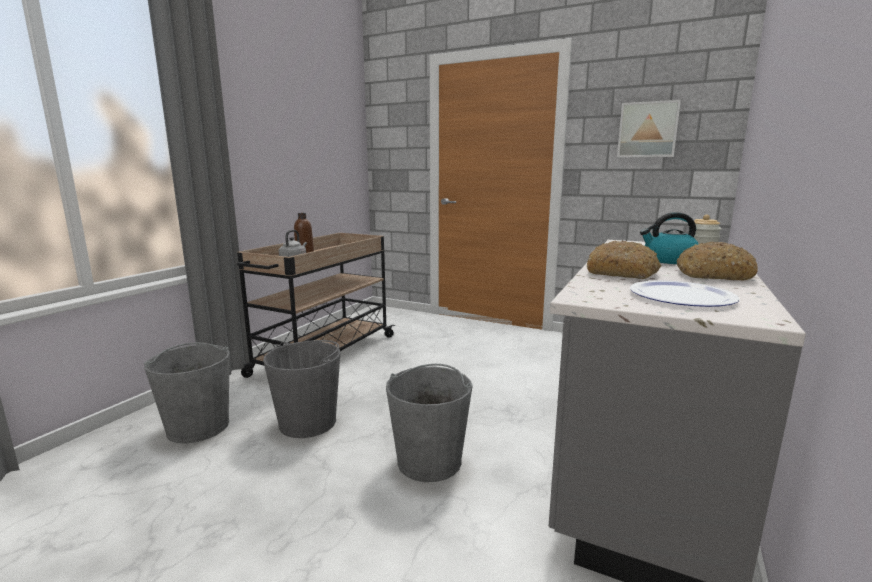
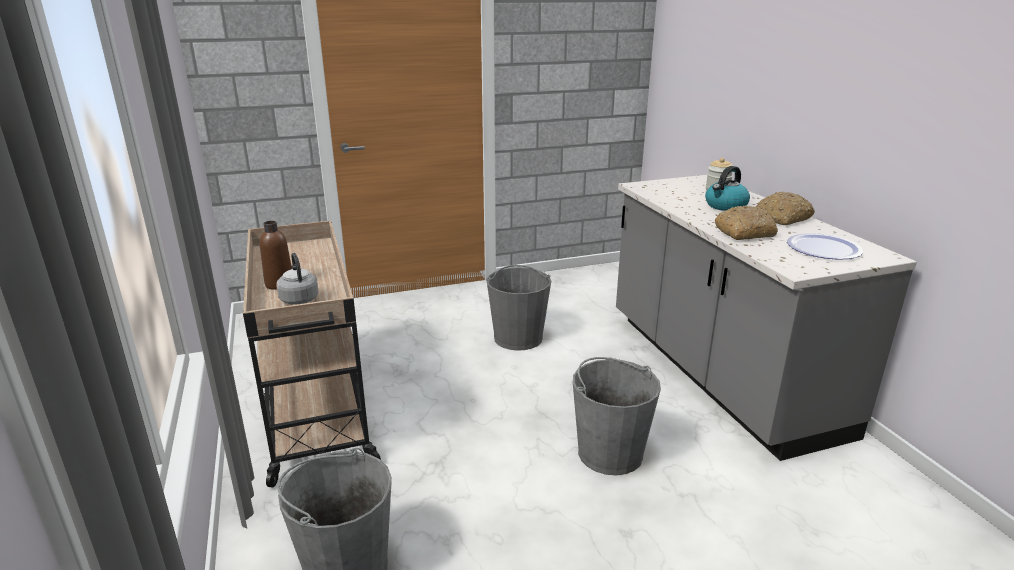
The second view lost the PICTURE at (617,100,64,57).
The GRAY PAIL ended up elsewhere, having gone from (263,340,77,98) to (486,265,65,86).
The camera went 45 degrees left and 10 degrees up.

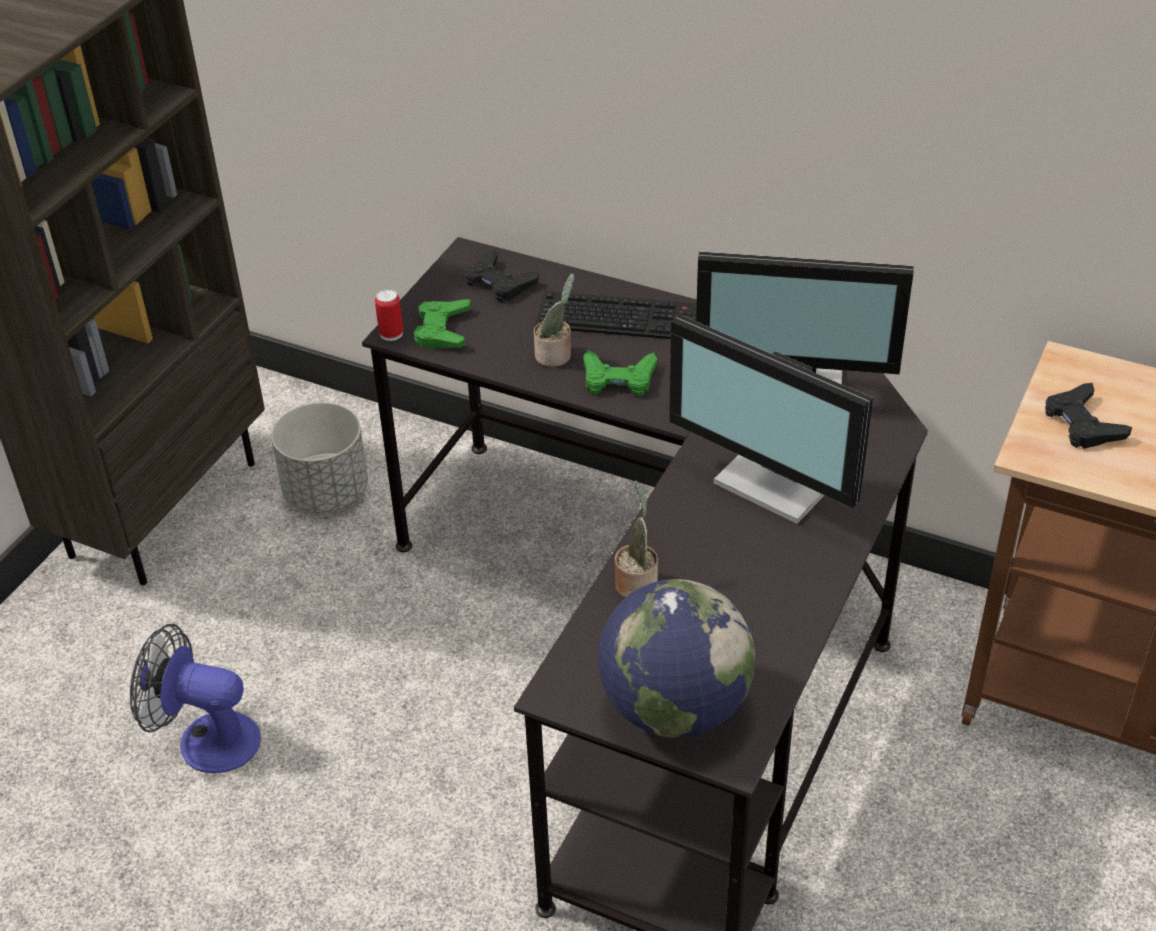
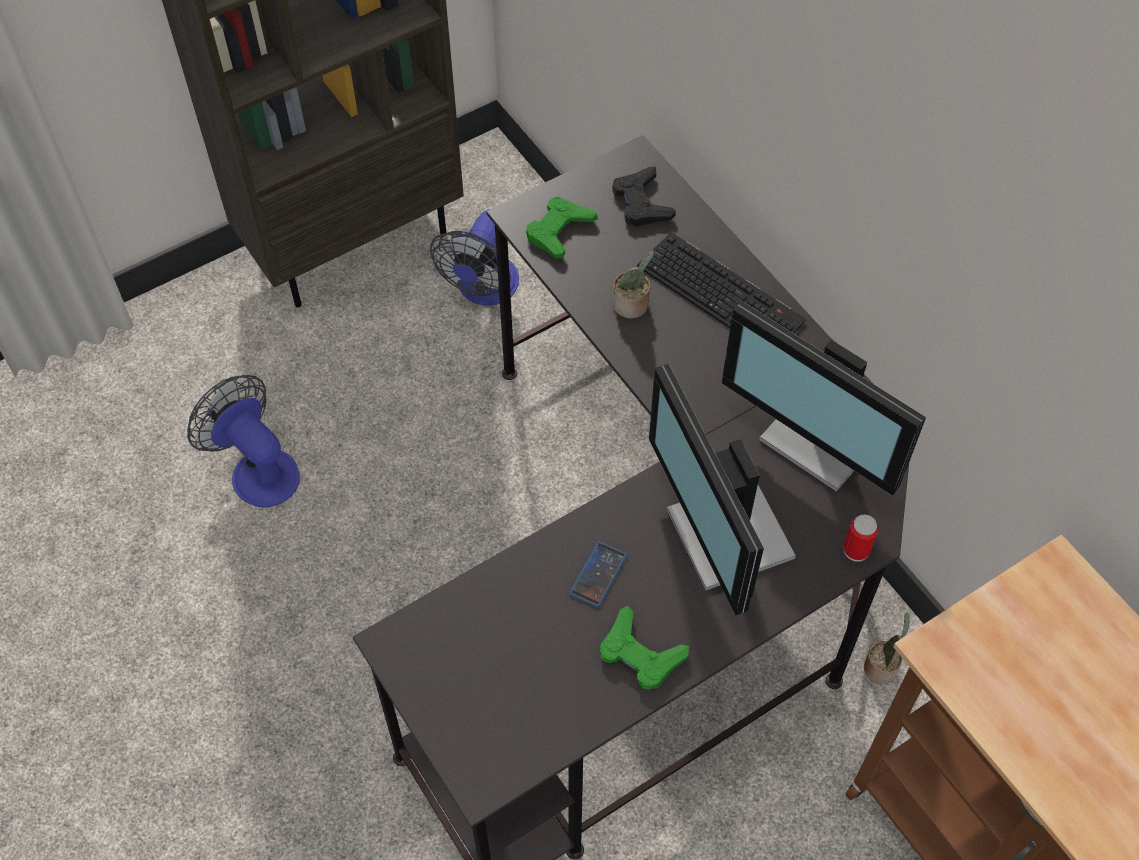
The SEALED CAN ended up elsewhere, having gone from (375,289,28,52) to (844,515,34,47).
The GREEN-COLOURED JOYPAD ended up elsewhere, having gone from (583,350,74,46) to (599,606,90,84).
The second view lost the BLACK-COLOURED JOYPAD at (1045,383,87,66).
Where the GRAY PLANTER stood at (271,402,97,110), the FAN came to stand at (430,209,89,97).
The PLANT IN A POT ended up elsewhere, having gone from (614,480,44,118) to (864,612,47,72).
The second view lost the GLOBE at (598,579,157,159).
The second view gained the TELEPHONE at (569,541,58,67).
The camera went 30 degrees right and 15 degrees up.

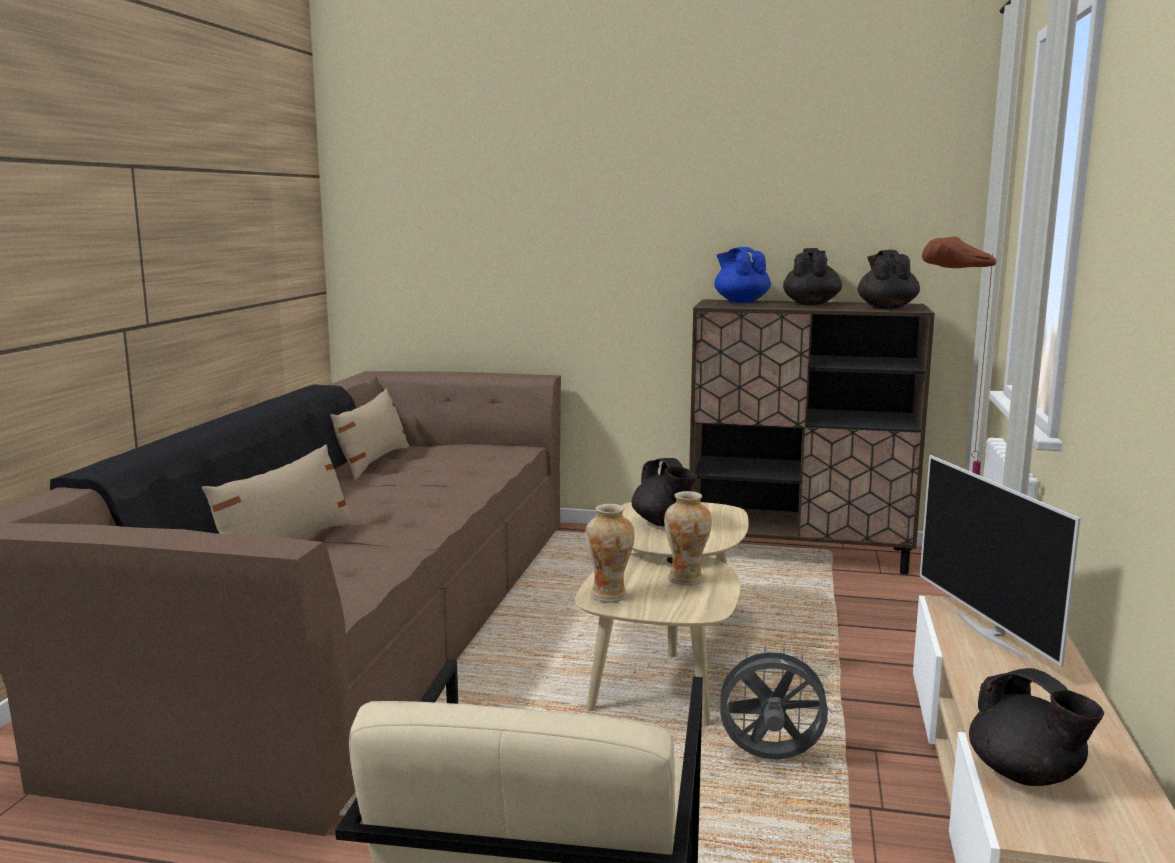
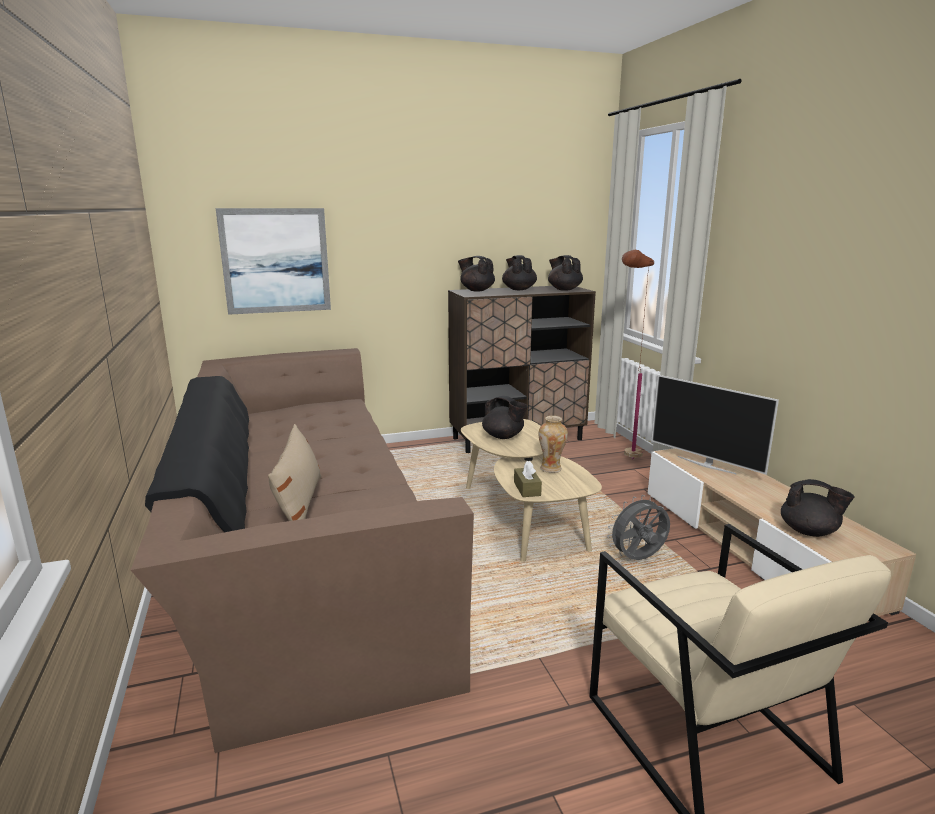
What was the BLUE-COLOURED POT FOR TEA at (714,247,57,56) turned into the BLACK-COLOURED POT FOR TEA at (458,256,37,35).
The second view lost the SAND-COLOURED PILLOW at (330,389,79,91).
Where the DECORATIVE VASE stood at (585,504,50,98), the BROWN-COLOURED TISSUE BOX came to stand at (514,461,28,36).
The second view gained the PICTURE at (216,208,115,107).
The camera went 30 degrees left and 5 degrees up.

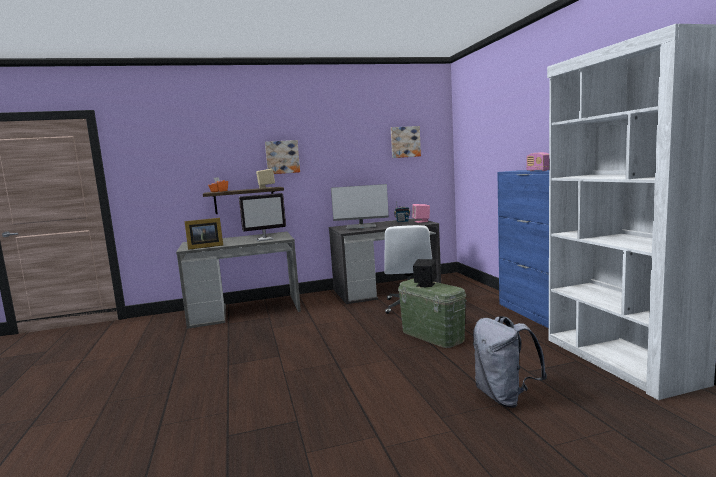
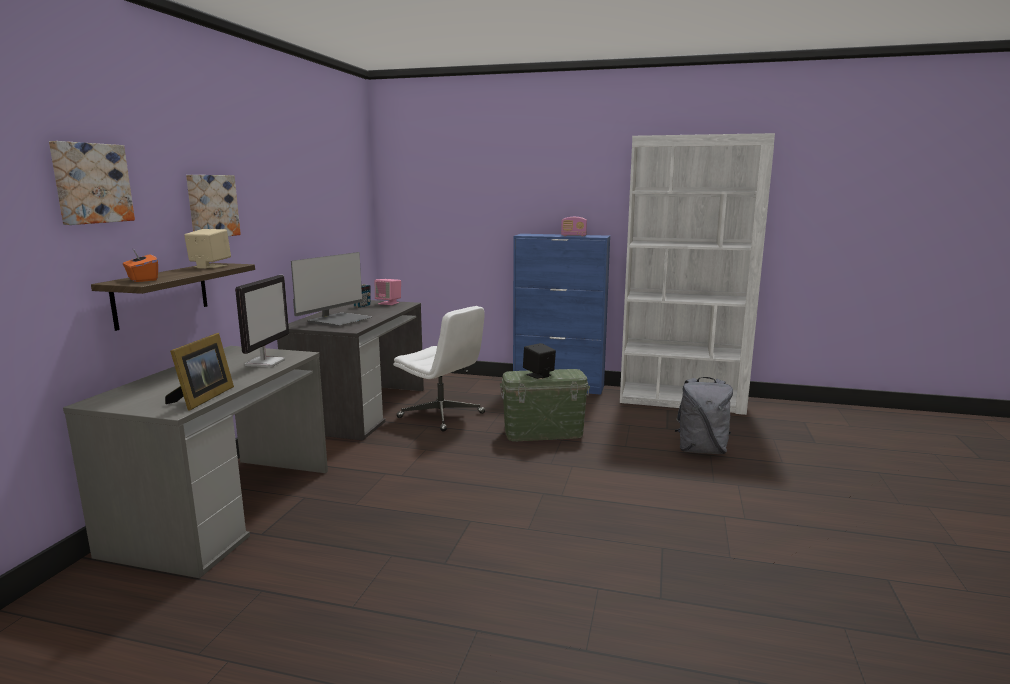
The PICTURE ended up elsewhere, having gone from (391,126,30,32) to (49,141,86,84).
The camera went 60 degrees left and 5 degrees up.

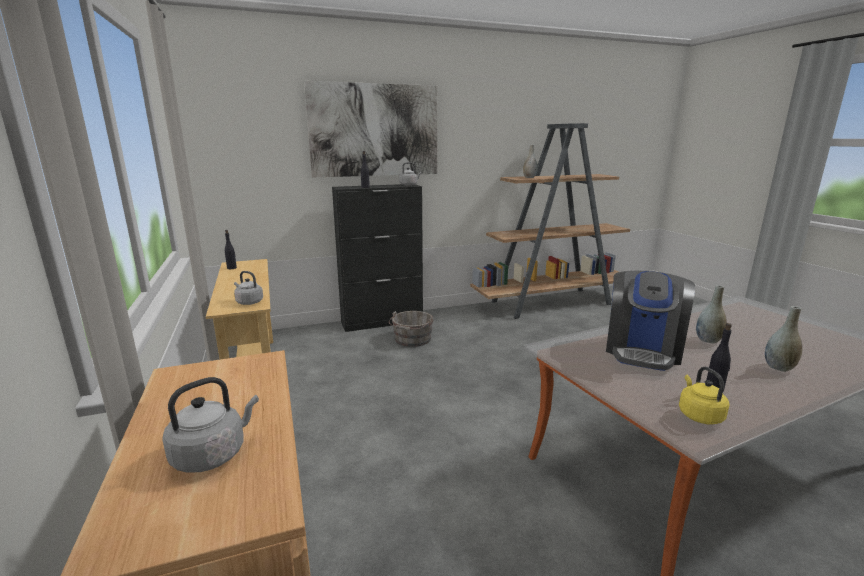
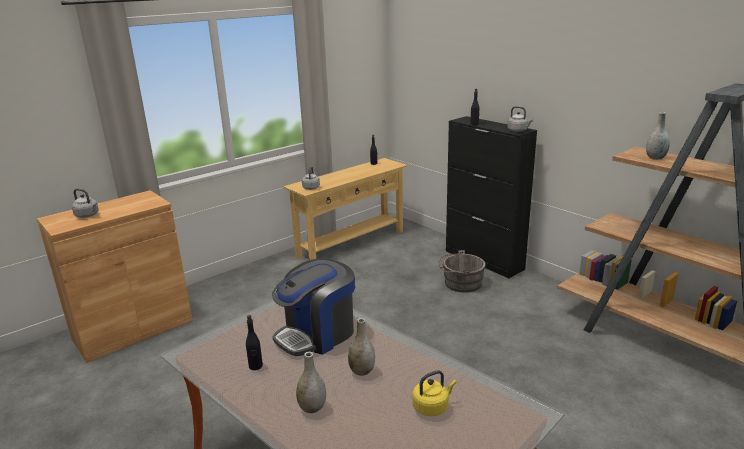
The second view lost the PICTURE at (304,81,133,96).
The COFFEE BREWER at (606,271,89,100) ended up facing another way, 45 degrees counterclockwise from before.
The YELLOWISH KETTLE ended up elsewhere, having gone from (679,367,50,57) to (412,370,44,46).
The camera went 70 degrees right and 5 degrees up.

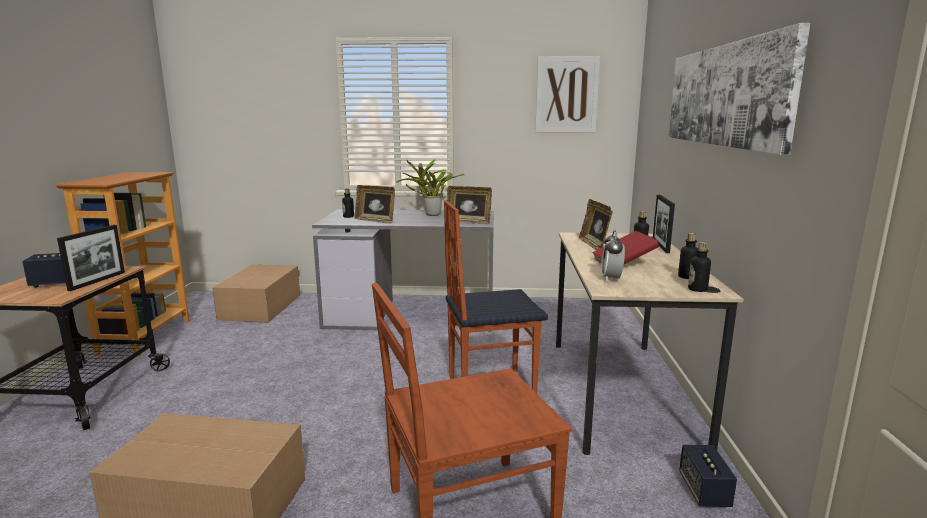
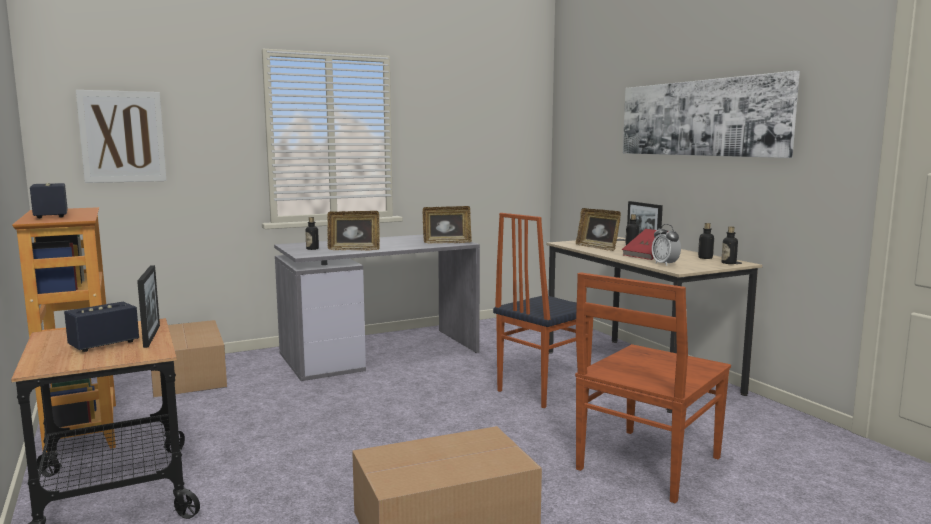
The PICTURE ended up elsewhere, having gone from (535,56,65,77) to (76,90,91,93).
The second view lost the PLANT IN A POT at (396,159,69,57).
The LOUDSPEAKER ended up elsewhere, having gone from (679,445,58,62) to (30,183,38,35).
The camera went 30 degrees left and 5 degrees down.

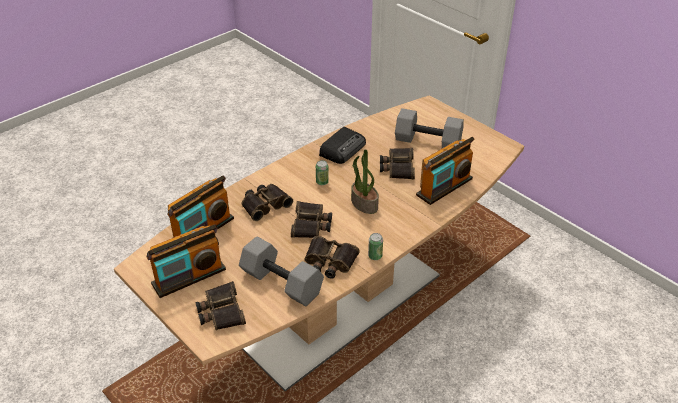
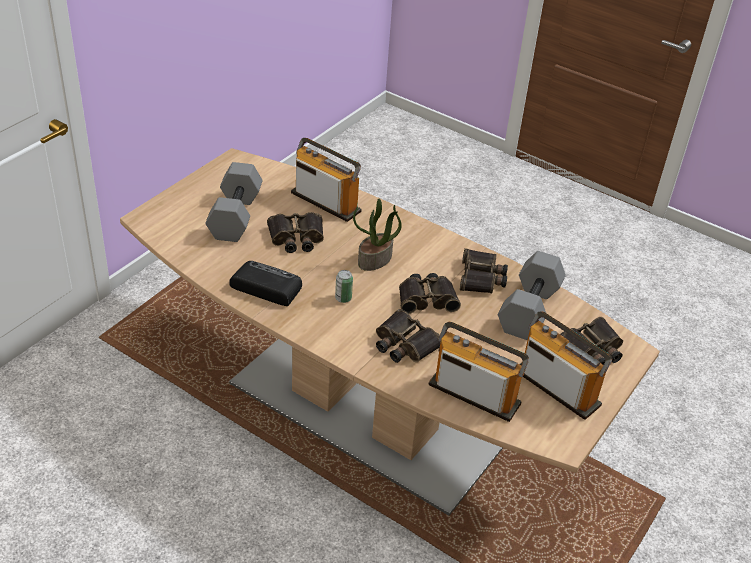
The second view lost the SEALED CAN at (368,233,15,27).
The camera went 105 degrees left and 0 degrees up.

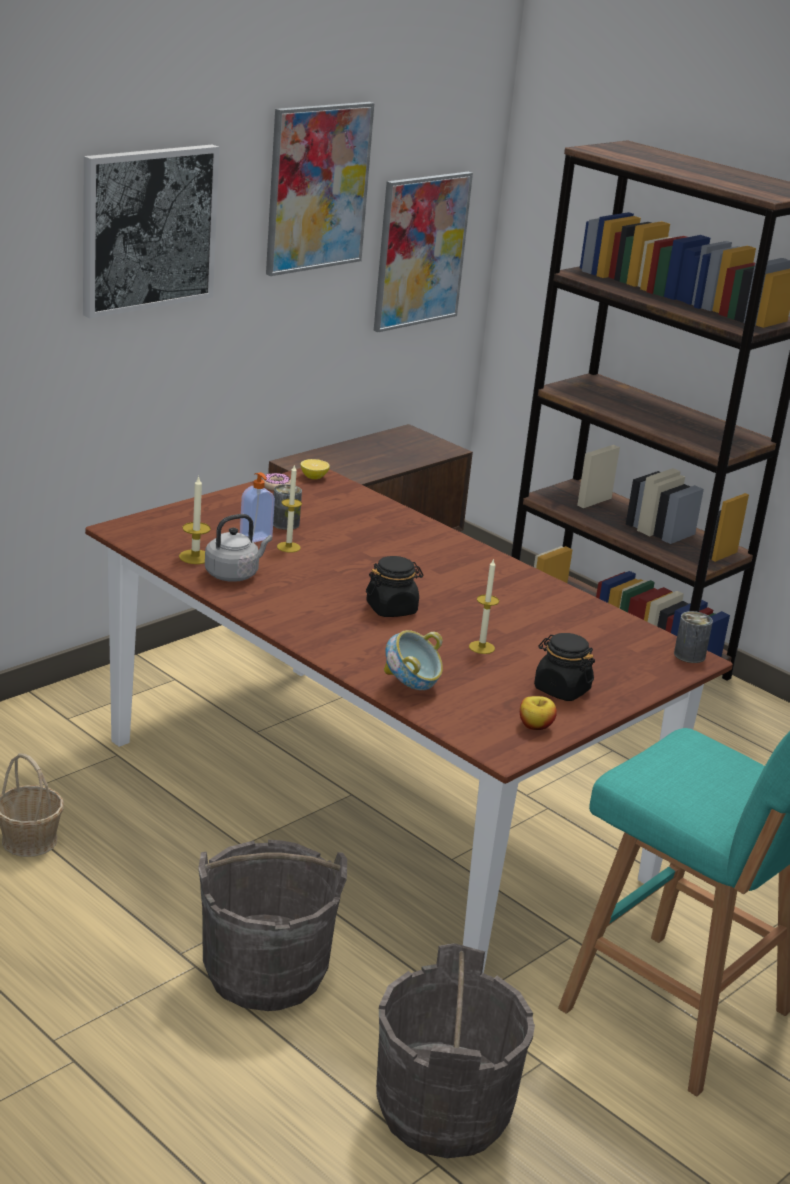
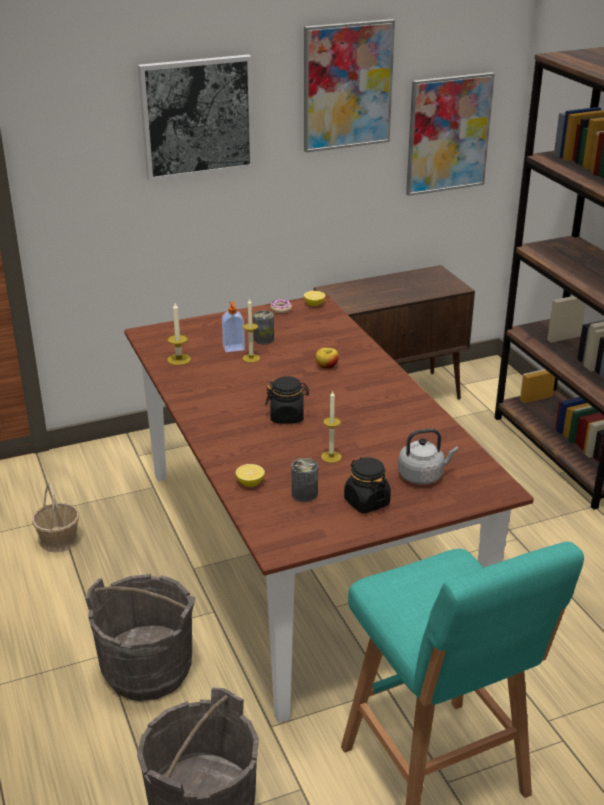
The GRAY KETTLE ended up elsewhere, having gone from (205,514,67,68) to (398,428,60,56).
The SEALED CAN ended up elsewhere, having gone from (674,611,39,52) to (292,458,26,44).
Where the BOWL stood at (384,630,59,60), the CITRUS FRUIT came to stand at (236,464,29,23).
The APPLE ended up elsewhere, having gone from (520,696,37,34) to (315,348,24,21).
The camera went 25 degrees right and 5 degrees up.

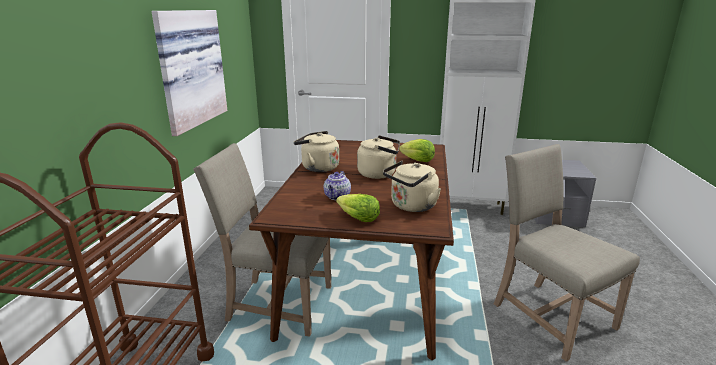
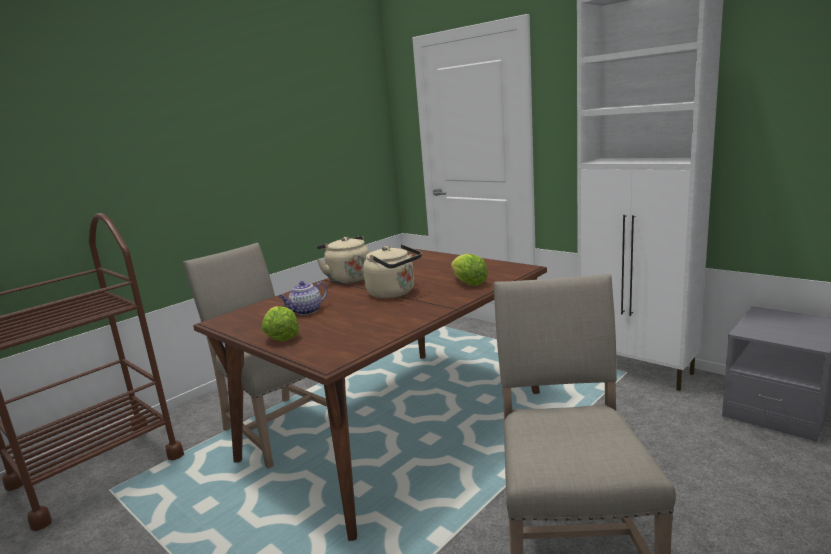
The second view lost the PICTURE at (152,10,76,126).
The second view lost the SAND-COLOURED KETTLE at (383,161,58,51).
The camera went 35 degrees right and 5 degrees down.

